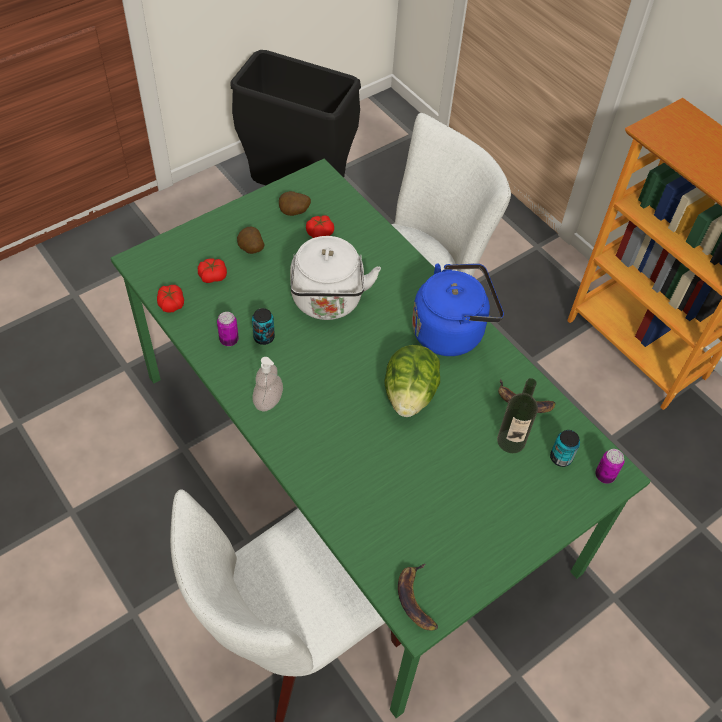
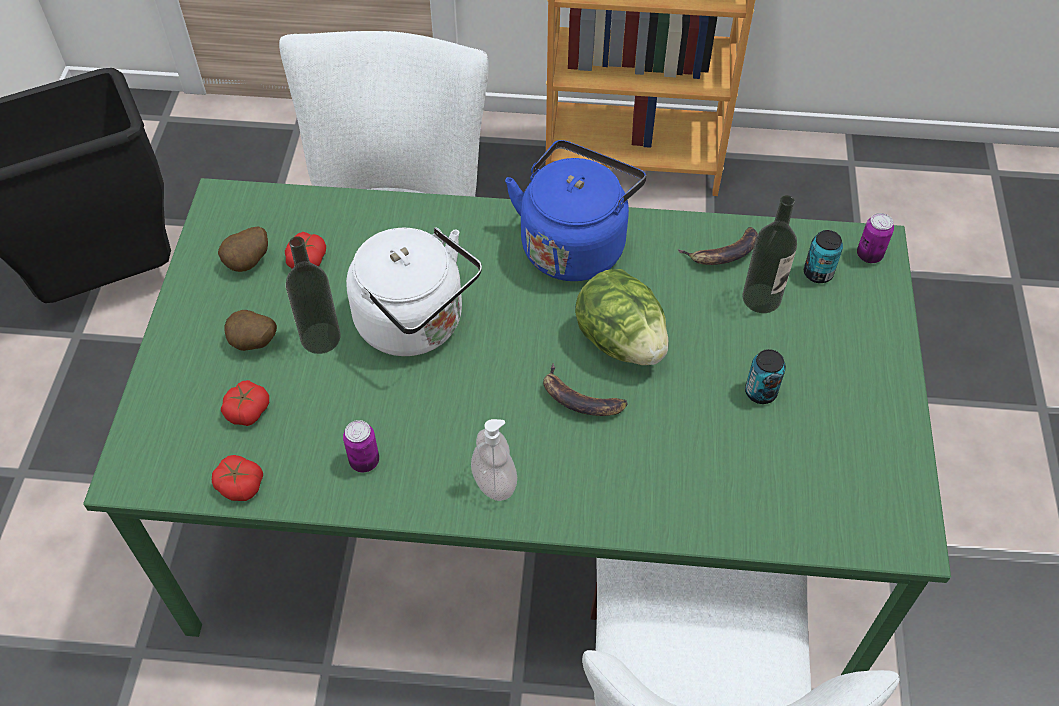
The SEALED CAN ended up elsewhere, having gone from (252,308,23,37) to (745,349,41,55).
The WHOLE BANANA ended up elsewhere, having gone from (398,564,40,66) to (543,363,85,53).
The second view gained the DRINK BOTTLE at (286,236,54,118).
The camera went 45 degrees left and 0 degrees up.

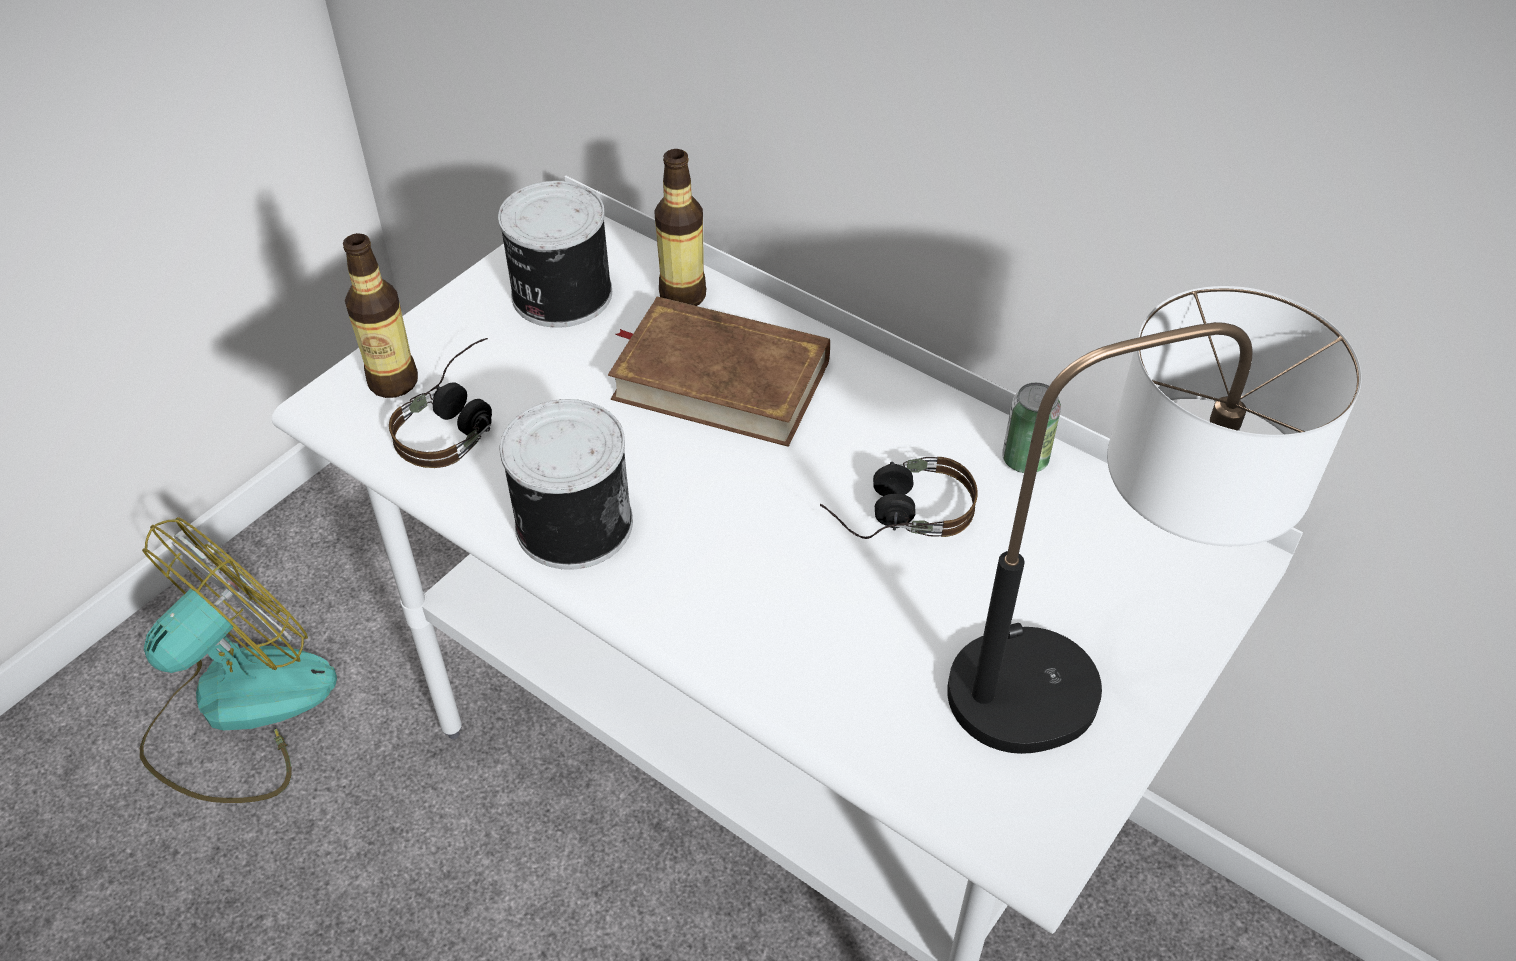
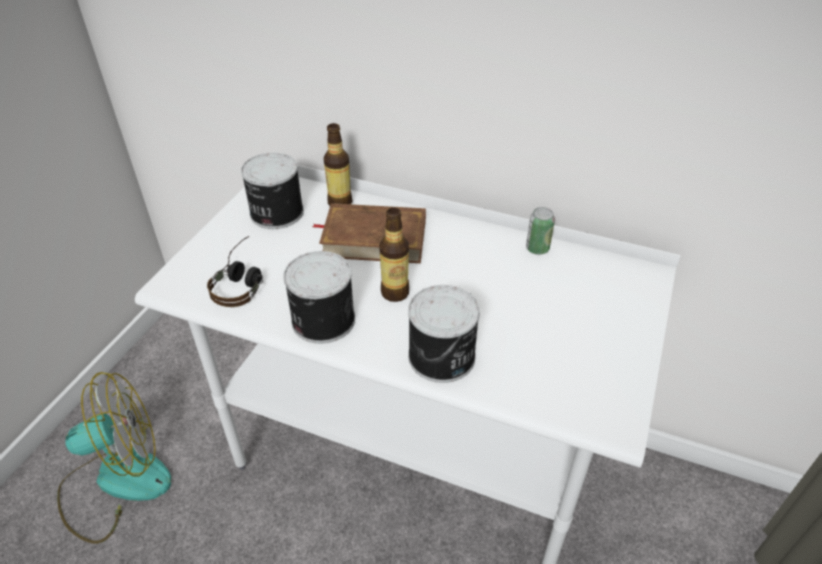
The DRINK BOTTLE ended up elsewhere, having gone from (343,233,75,165) to (379,208,30,94).
The second view lost the TABLETOP LAMP at (947,286,415,468).
The second view lost the HEADSET at (820,457,158,82).
The FAN at (140,517,197,286) ended up facing another way, 45 degrees clockwise from before.
The second view gained the SEALED CAN at (408,285,72,98).
The camera went 15 degrees left and 5 degrees down.

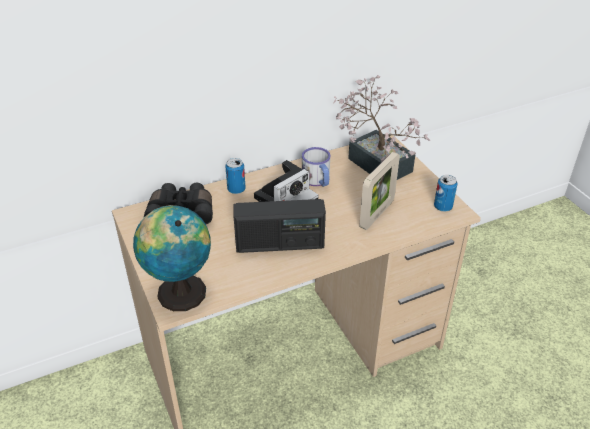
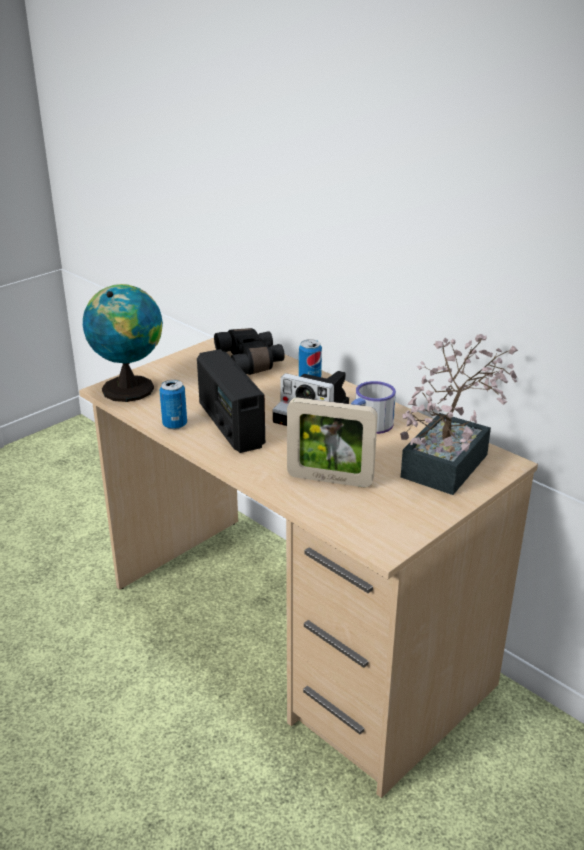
The SEALED CAN ended up elsewhere, having gone from (434,175,24,37) to (160,380,27,50).
The camera went 70 degrees right and 10 degrees down.

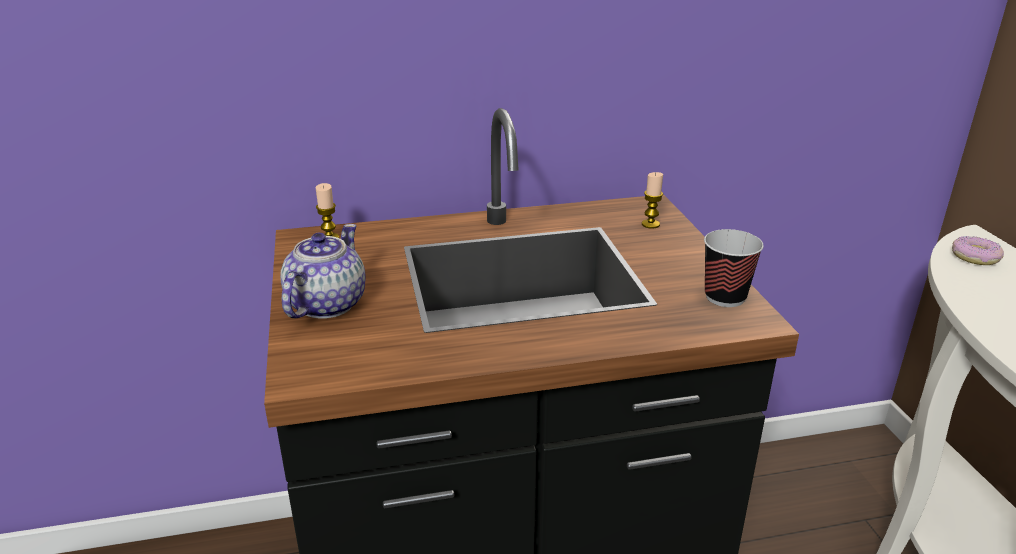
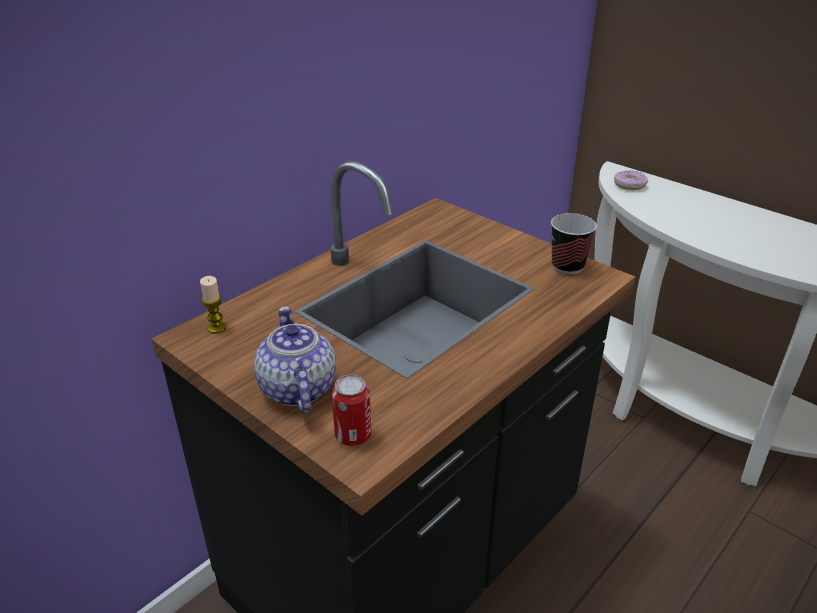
The second view lost the CANDLE at (642,172,21,56).
The second view gained the SEALED CAN at (332,375,39,71).
The camera went 35 degrees left and 5 degrees up.

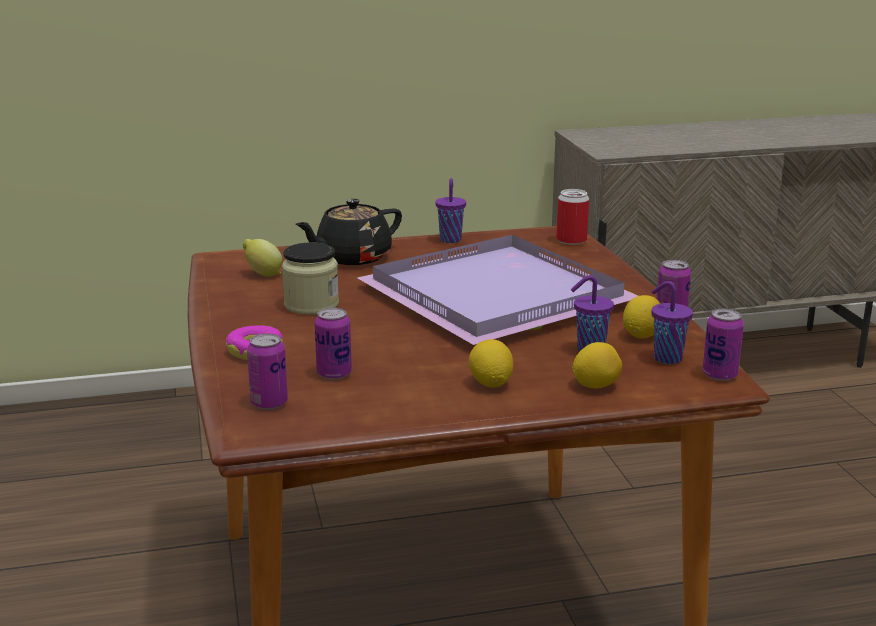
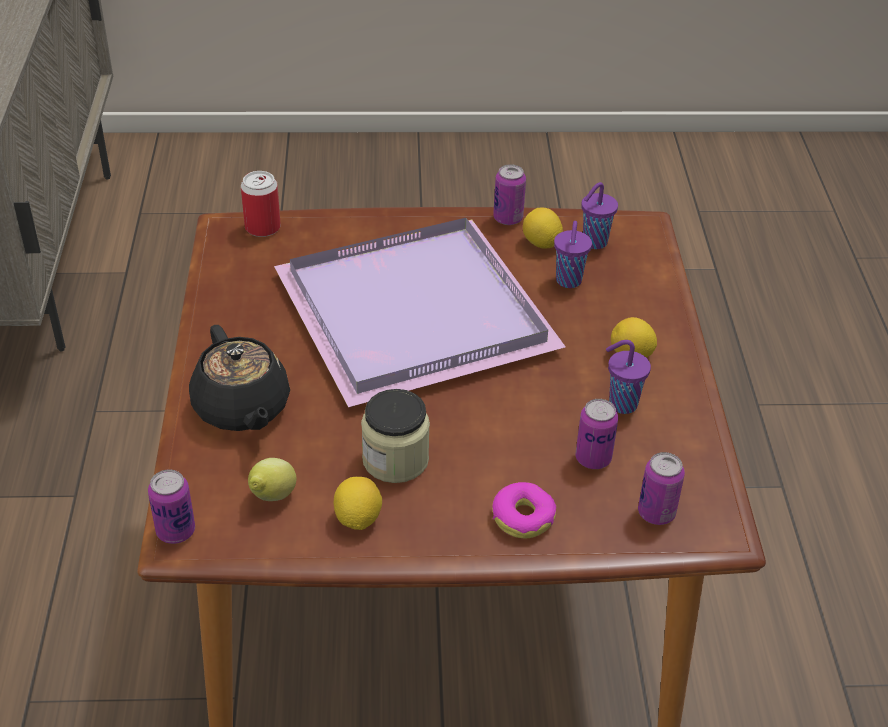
The PURPLE CUP ended up elsewhere, having gone from (435,178,31,65) to (606,340,45,74).
The SEALED CAN ended up elsewhere, having gone from (703,309,41,72) to (148,469,47,75).
The CITRUS FRUIT ended up elsewhere, having gone from (572,342,50,46) to (334,477,48,53).
The camera went 80 degrees left and 20 degrees up.

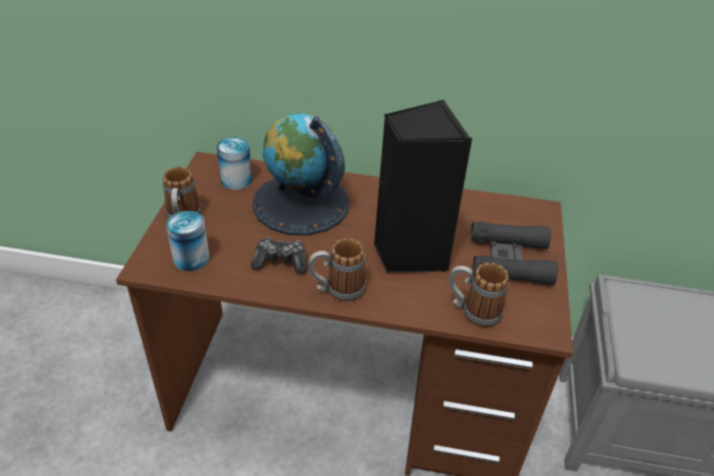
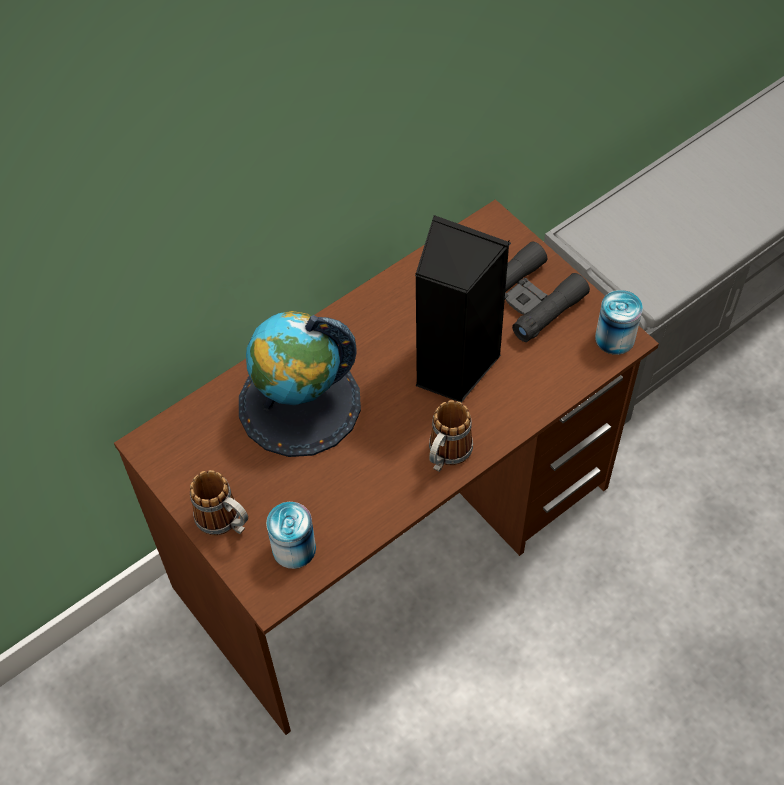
The SEALED CAN ended up elsewhere, having gone from (217,137,35,53) to (595,290,48,65).
The second view lost the JOYPAD at (251,237,56,37).
The second view lost the TEA MUG at (449,263,60,64).
The camera went 45 degrees left and 15 degrees up.

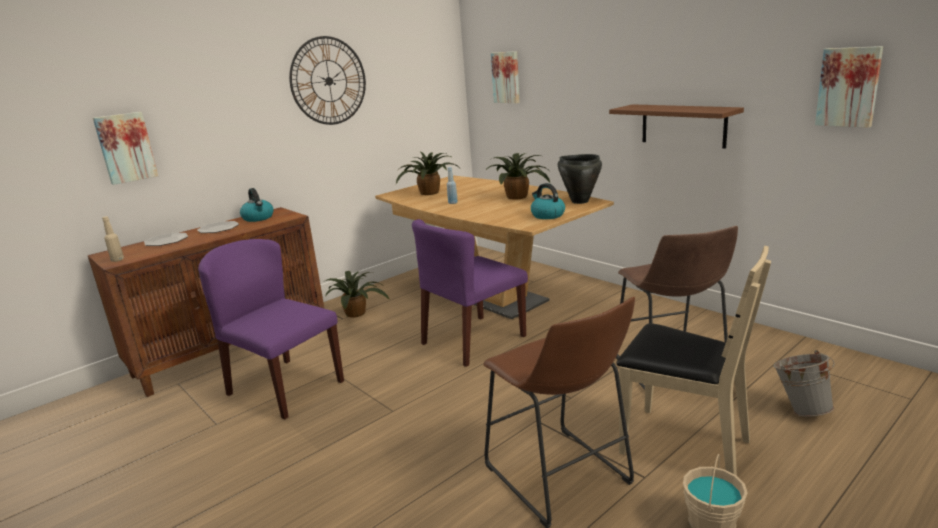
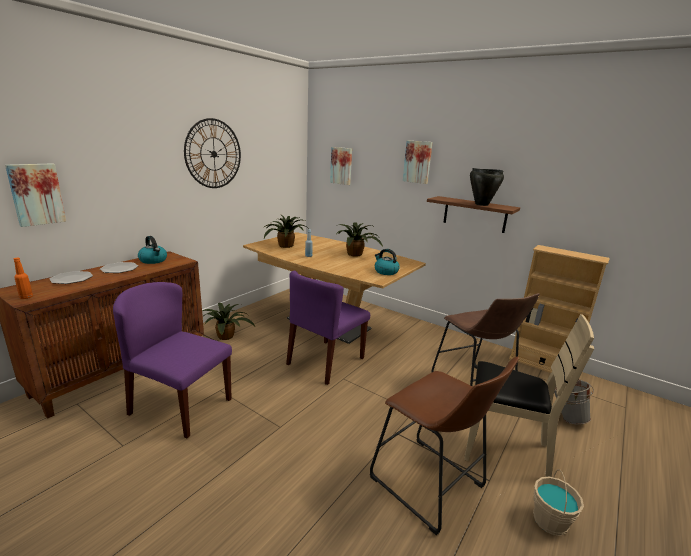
The PICTURE ended up elsewhere, having gone from (815,46,68,82) to (403,140,30,44).
The BLACK-COLOURED STOCKPOT ended up elsewhere, having gone from (558,154,44,50) to (470,168,34,38).
What was the SAND-COLOURED DRINK BOTTLE at (102,216,22,46) turned into the ORANGE-COLOURED DRINK BOTTLE at (14,258,19,41).
The second view gained the SAND-COLOURED BOOKCASE at (509,245,101,128).
The camera went 15 degrees left and 0 degrees up.

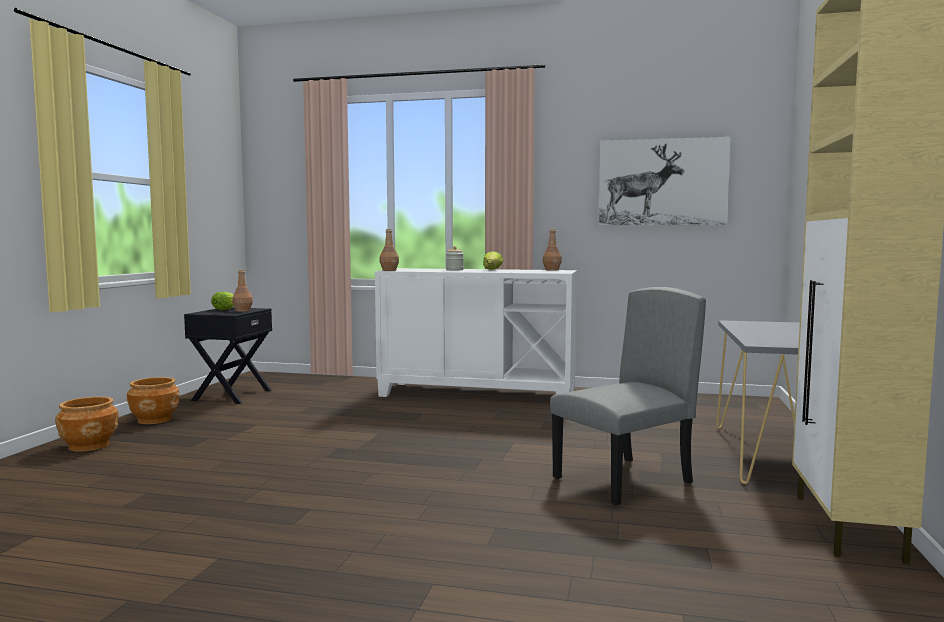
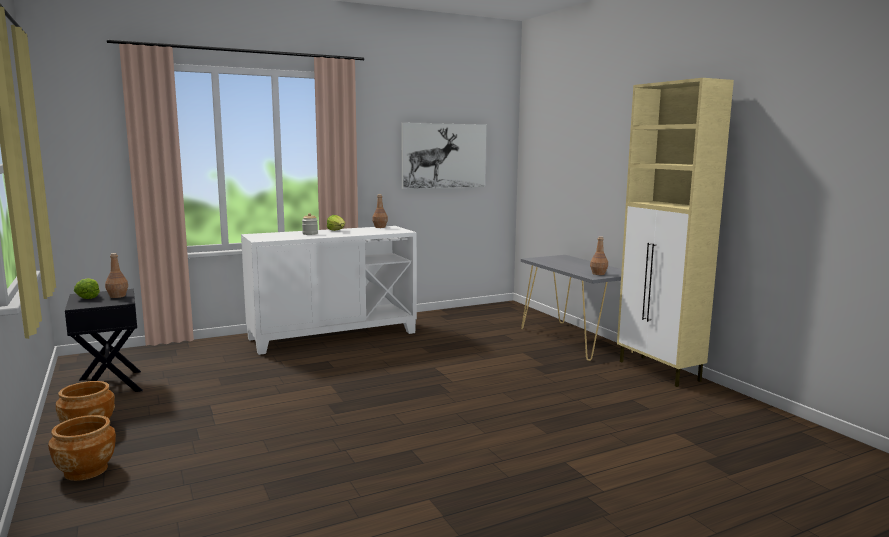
The BROWN-COLOURED DRINK BOTTLE ended up elsewhere, having gone from (379,229,20,42) to (590,236,18,39).
The second view lost the GRAY PLAIN CHAIR at (550,287,156,218).
The camera went 40 degrees left and 5 degrees up.

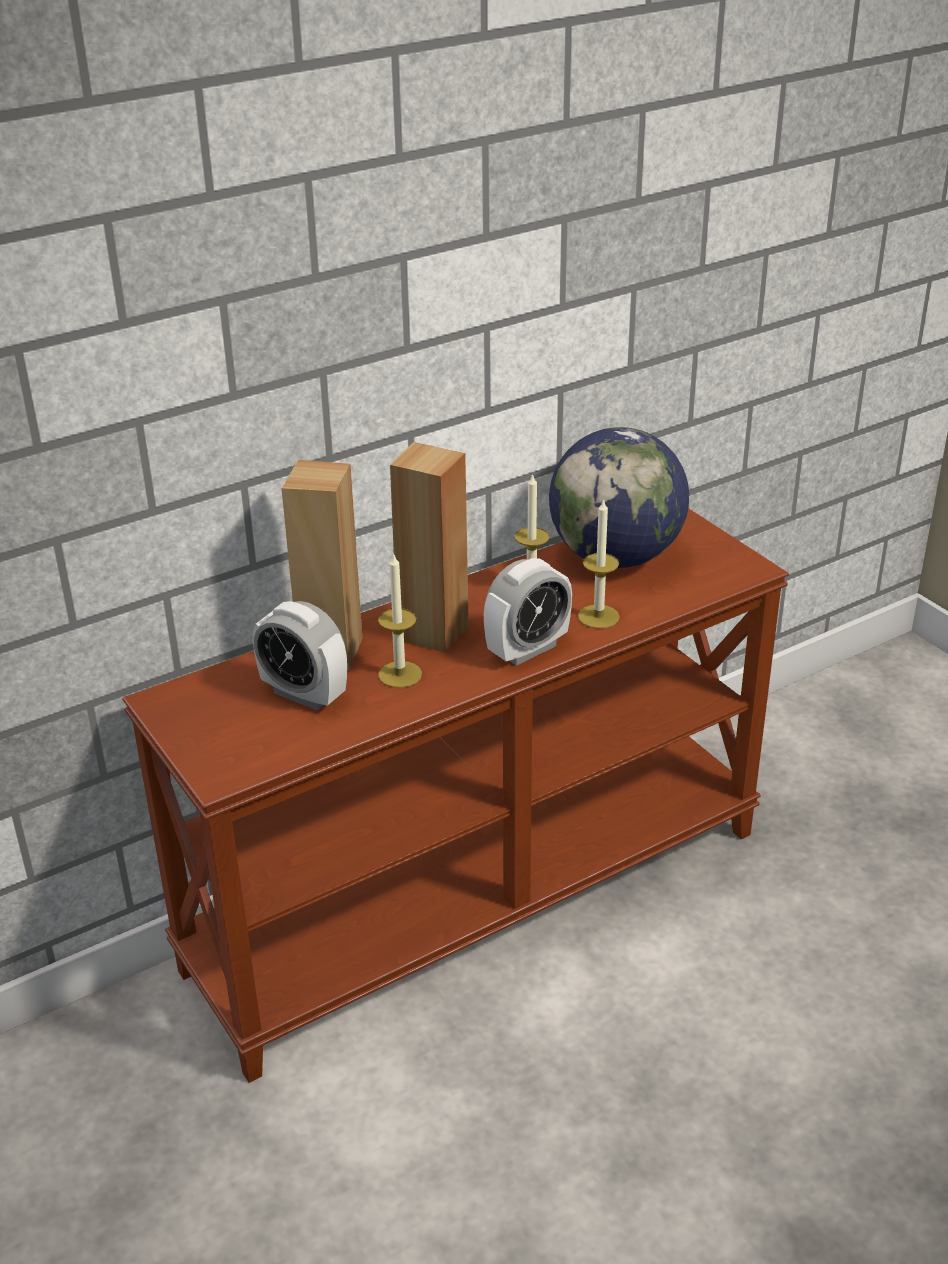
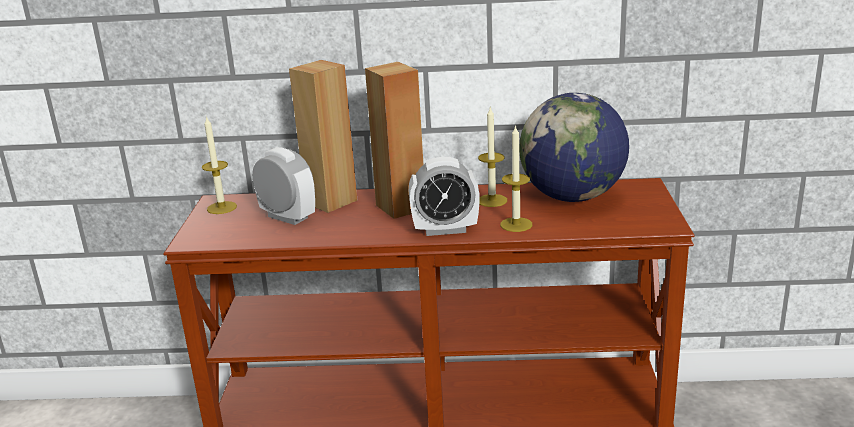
The CANDLE ended up elsewhere, having gone from (378,555,44,133) to (202,116,35,98).
The ALARM CLOCK at (253,601,94,110) ended up facing another way, 150 degrees clockwise from before.
The camera went 35 degrees right and 10 degrees down.

